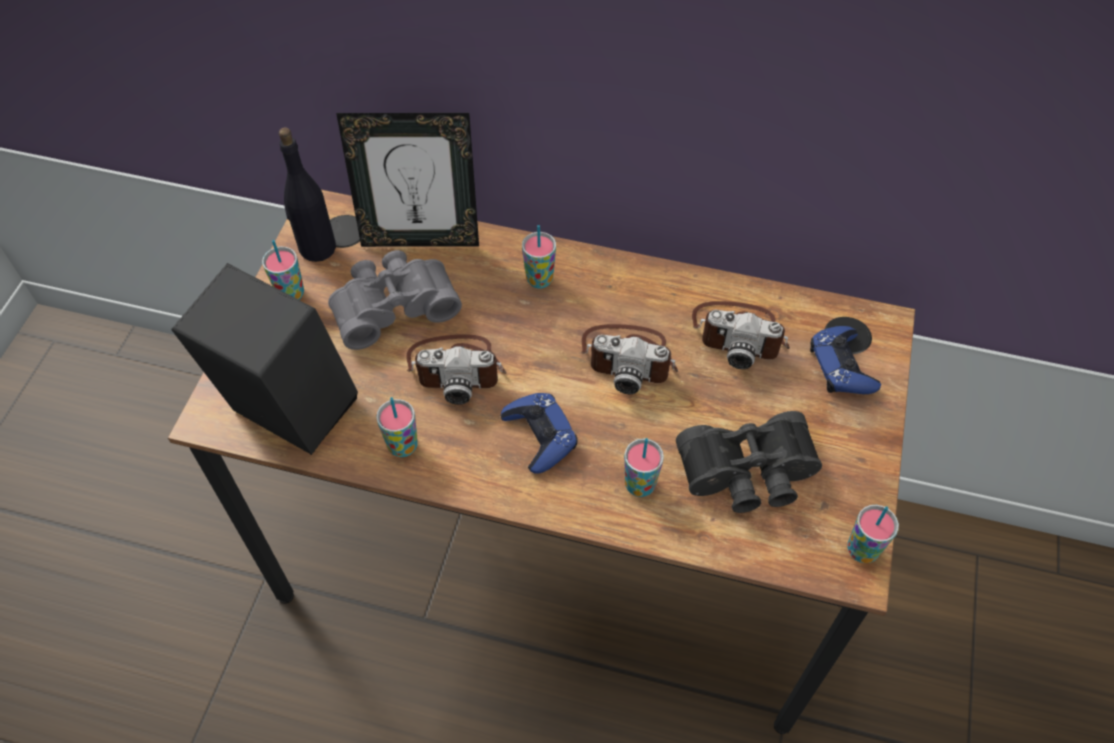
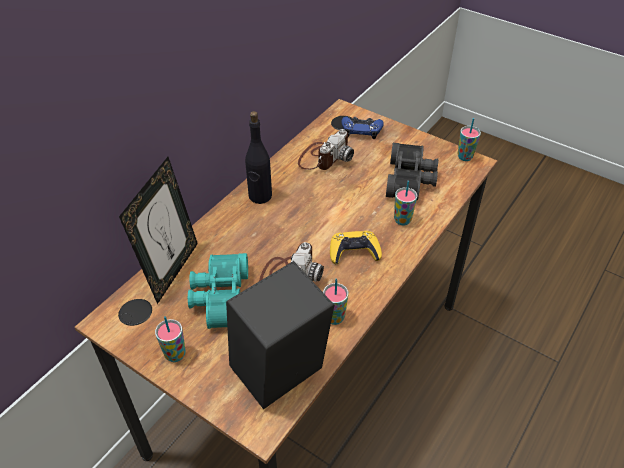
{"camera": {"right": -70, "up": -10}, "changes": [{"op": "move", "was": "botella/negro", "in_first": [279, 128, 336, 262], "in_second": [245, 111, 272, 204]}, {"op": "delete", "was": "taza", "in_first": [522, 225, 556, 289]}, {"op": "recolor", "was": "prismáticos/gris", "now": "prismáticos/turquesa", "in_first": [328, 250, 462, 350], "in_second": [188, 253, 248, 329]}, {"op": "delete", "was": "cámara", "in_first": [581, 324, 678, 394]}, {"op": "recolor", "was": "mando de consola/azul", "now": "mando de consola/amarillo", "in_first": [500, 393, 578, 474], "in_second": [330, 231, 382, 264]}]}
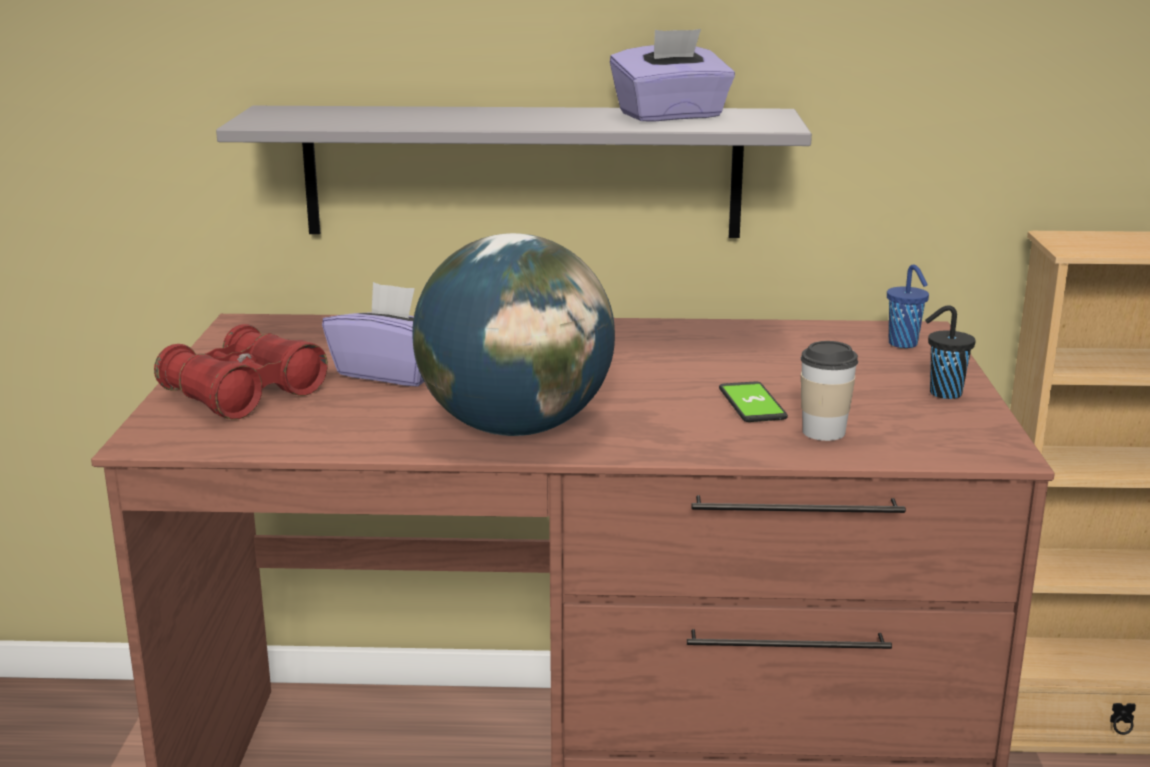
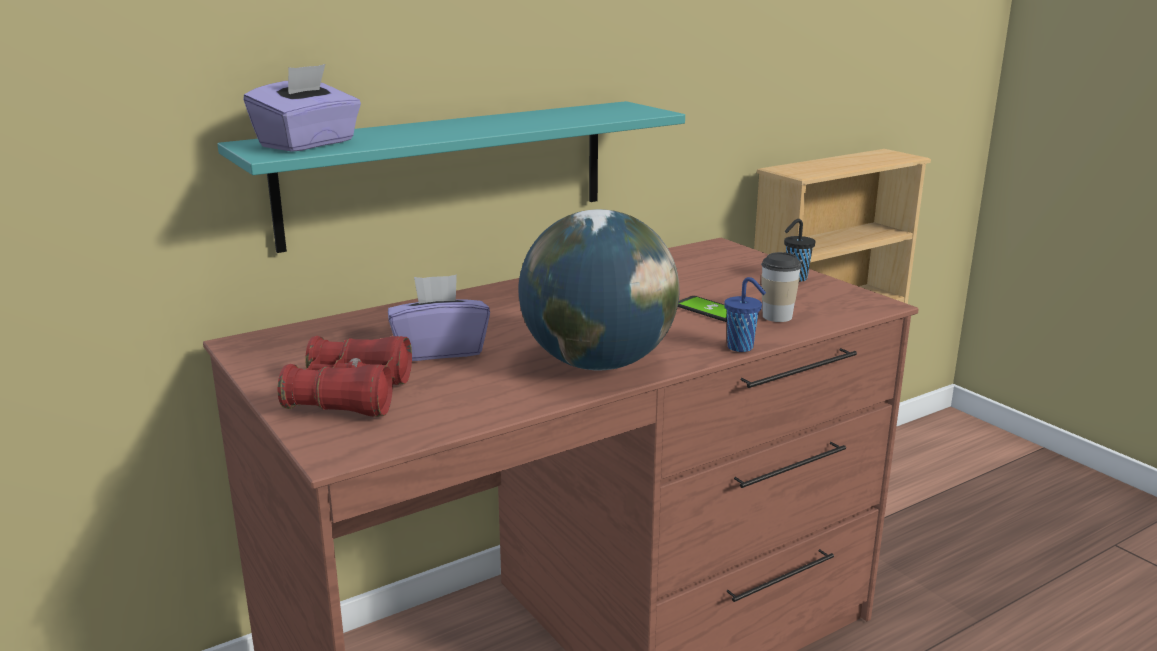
{"camera": {"right": -35, "up": 0}, "changes": [{"op": "move", "was": "caja de pañuelos/morado", "in_first": [610, 29, 735, 122], "in_second": [243, 64, 361, 152]}, {"op": "recolor", "was": "estante/gris", "now": "estante/turquesa", "in_first": [216, 106, 812, 238], "in_second": [217, 101, 685, 253]}, {"op": "move", "was": "taza/azul", "in_first": [887, 264, 929, 348], "in_second": [724, 277, 766, 352]}]}
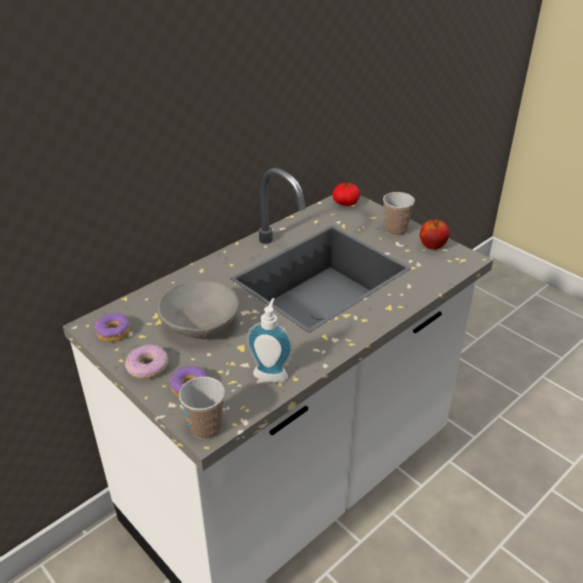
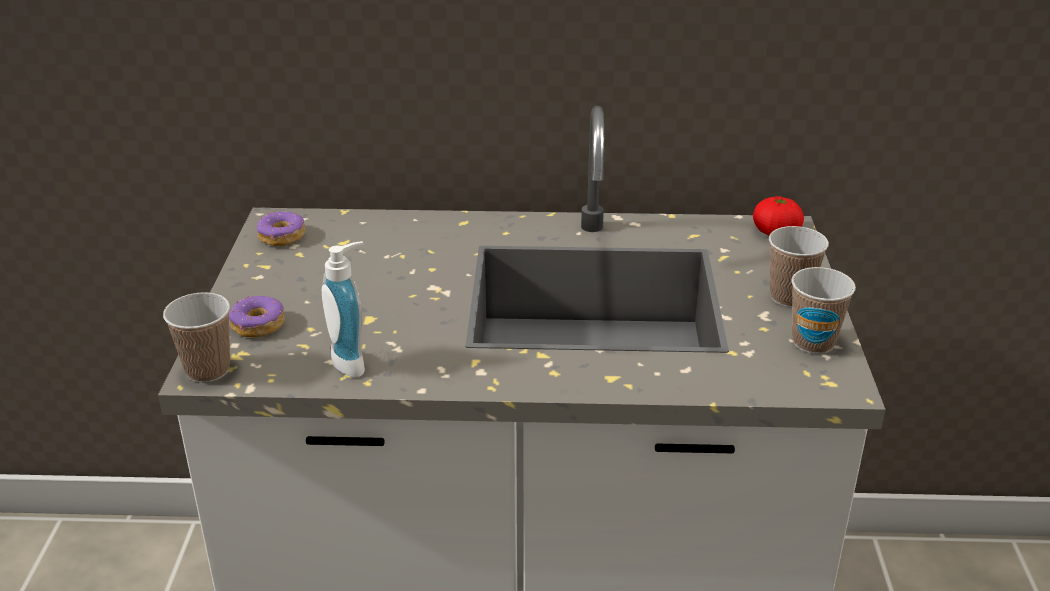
{"camera": {"right": 45, "up": -5}, "changes": [{"op": "replace", "was": "manzana", "now": "taza", "in_first": [420, 219, 450, 250], "in_second": [792, 267, 856, 354]}, {"op": "delete", "was": "cuenco/gris", "in_first": [158, 280, 239, 338]}, {"op": "delete", "was": "rosquilla", "in_first": [125, 344, 168, 379]}]}
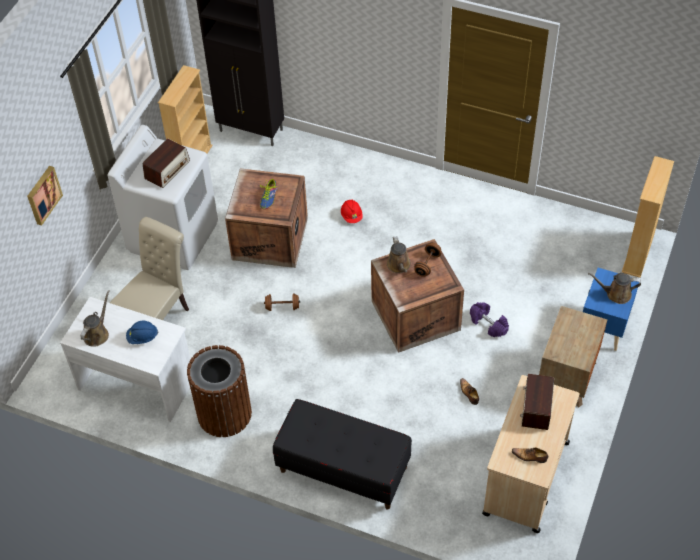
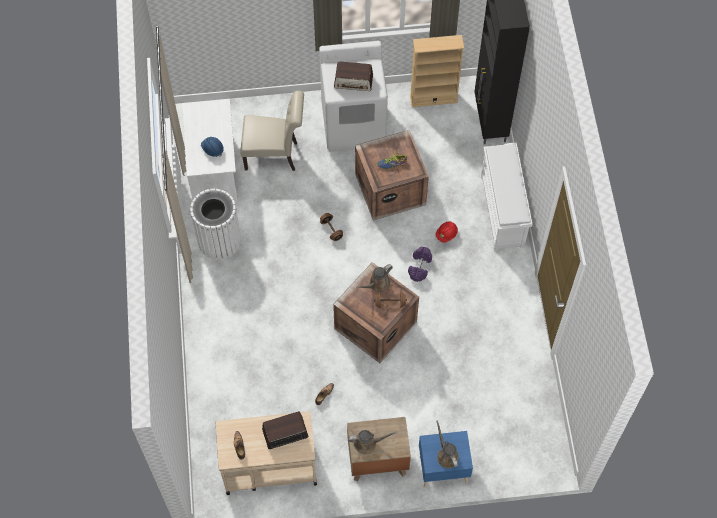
{"camera": {"right": 60, "up": 10}, "changes": [{"op": "delete", "was": "estantería/beis", "in_first": [622, 156, 674, 278]}, {"op": "delete", "was": "cuadro", "in_first": [27, 166, 63, 226]}, {"op": "move", "was": "regadera/marrón", "in_first": [81, 290, 110, 347], "in_second": [348, 430, 397, 454]}, {"op": "move", "was": "mancuerna/morado", "in_first": [470, 302, 509, 337], "in_second": [408, 247, 432, 282]}, {"op": "recolor", "was": "papelera/marrón", "now": "papelera/blanco", "in_first": [187, 345, 252, 437], "in_second": [190, 189, 241, 259]}, {"op": "delete", "was": "banco/negro", "in_first": [273, 399, 412, 510]}, {"op": "insert", "now": "zapatero/blanco", "in_second": [481, 142, 533, 250]}]}
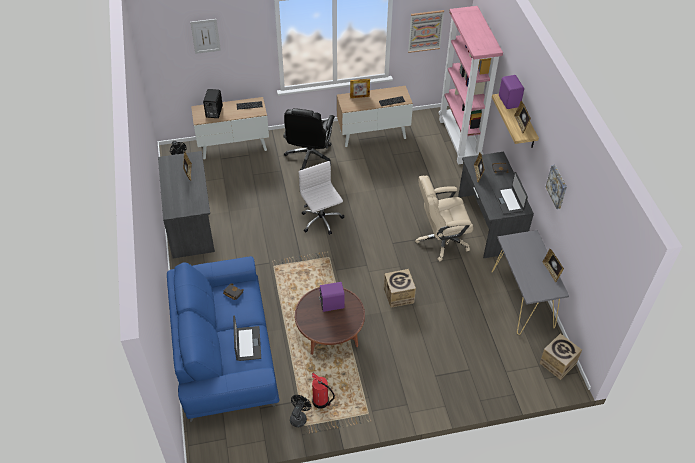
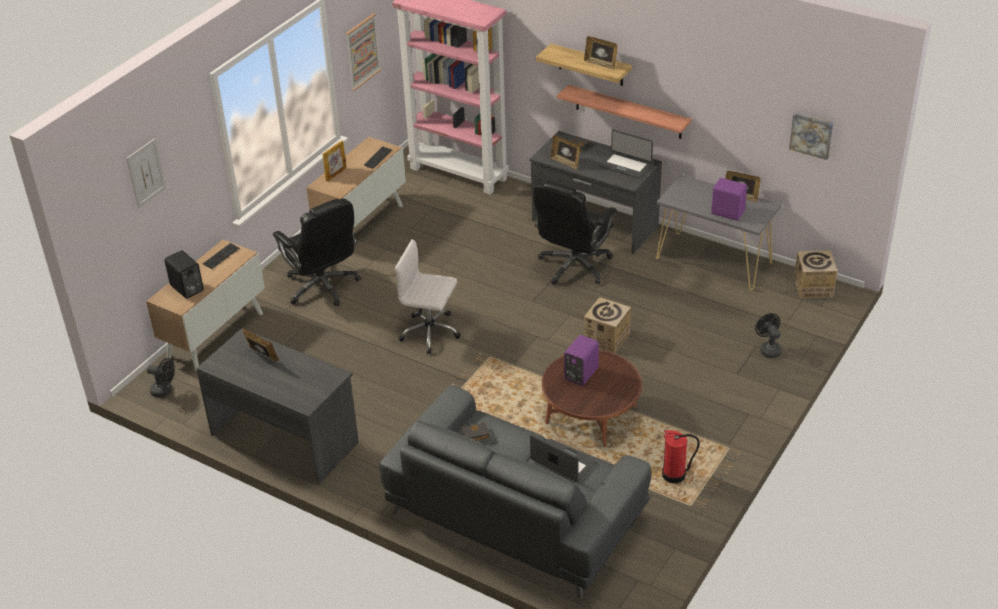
{"camera": {"right": -45, "up": -10}, "changes": [{"op": "move", "was": "altavoz/morado", "in_first": [499, 75, 524, 109], "in_second": [711, 178, 747, 221]}, {"op": "move", "was": "cuadro", "in_first": [546, 165, 567, 209], "in_second": [789, 113, 834, 160]}, {"op": "recolor", "was": "silla de oficina/beis", "now": "silla de oficina/negro", "in_first": [415, 175, 473, 261], "in_second": [533, 181, 617, 285]}, {"op": "recolor", "was": "sofá/azul", "now": "sofá/gris", "in_first": [167, 256, 279, 422], "in_second": [379, 385, 651, 599]}, {"op": "move", "was": "ventilador/negro", "in_first": [290, 395, 311, 427], "in_second": [755, 313, 782, 358]}, {"op": "insert", "now": "estante", "in_second": [557, 85, 692, 139]}]}
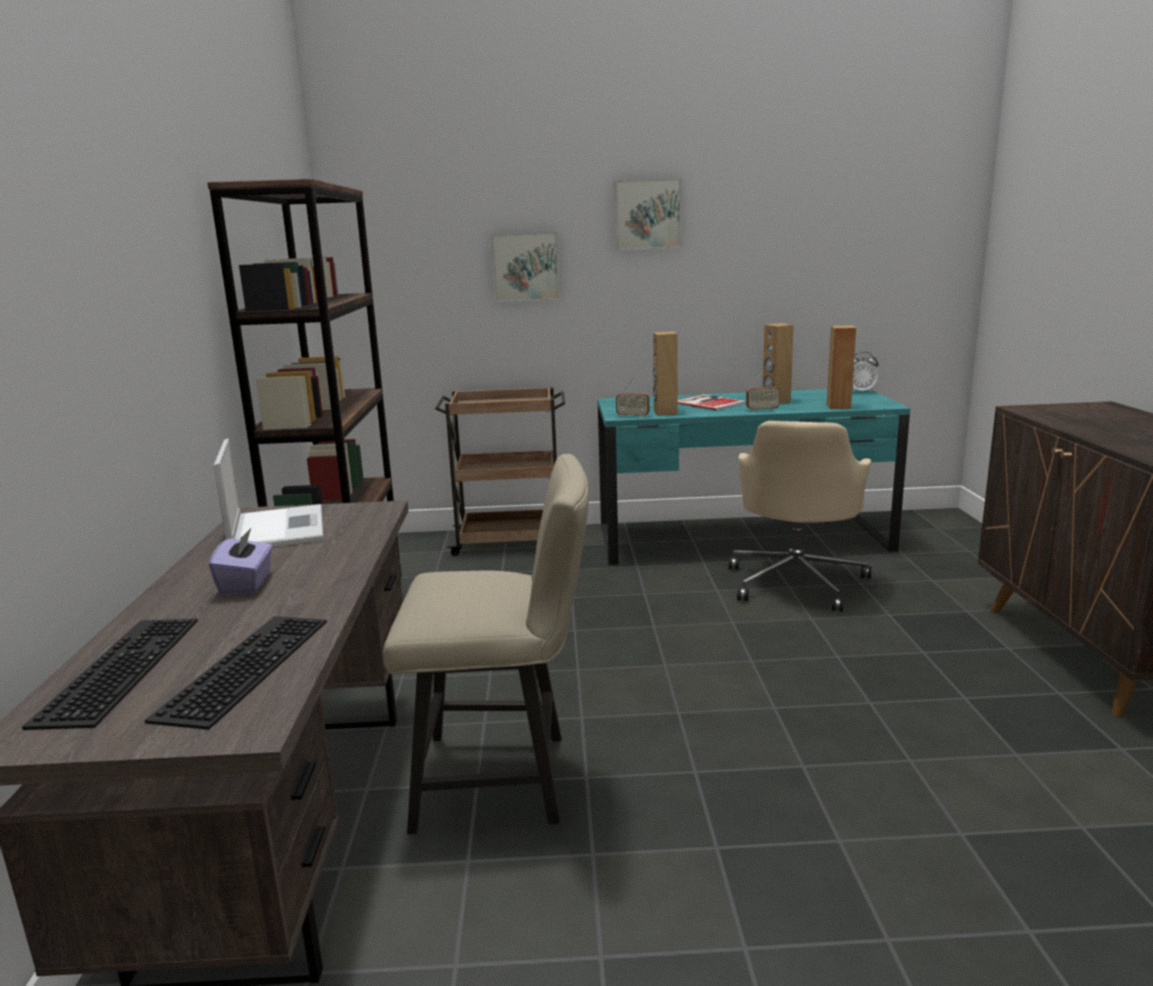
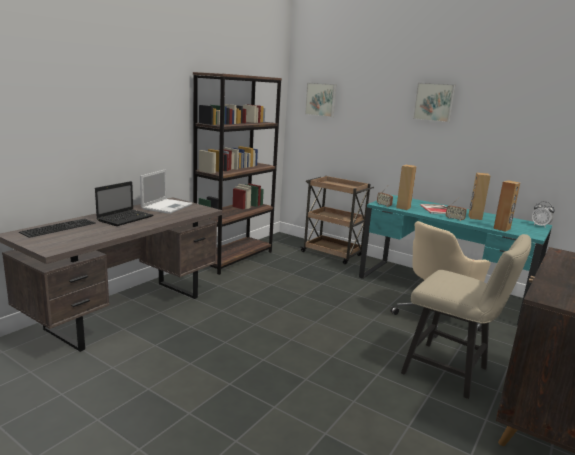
{"camera": {"right": 35, "up": 0}, "changes": [{"op": "move", "was": "cuadro", "in_first": [491, 232, 560, 302], "in_second": [305, 83, 336, 117]}, {"op": "move", "was": "silla/beis", "in_first": [383, 454, 589, 834], "in_second": [401, 234, 531, 399]}, {"op": "replace", "was": "caja de pañuelos/morado", "now": "portátil", "in_first": [209, 528, 273, 595], "in_second": [95, 181, 153, 226]}, {"op": "delete", "was": "teclado", "in_first": [144, 616, 327, 730]}]}
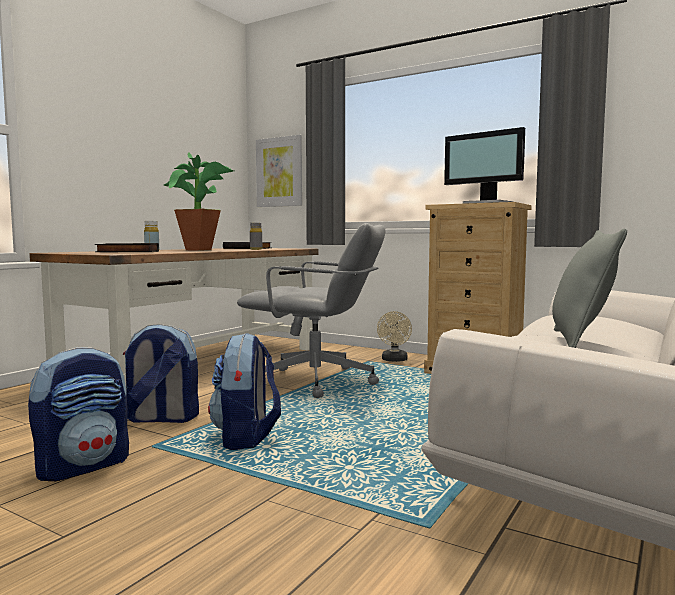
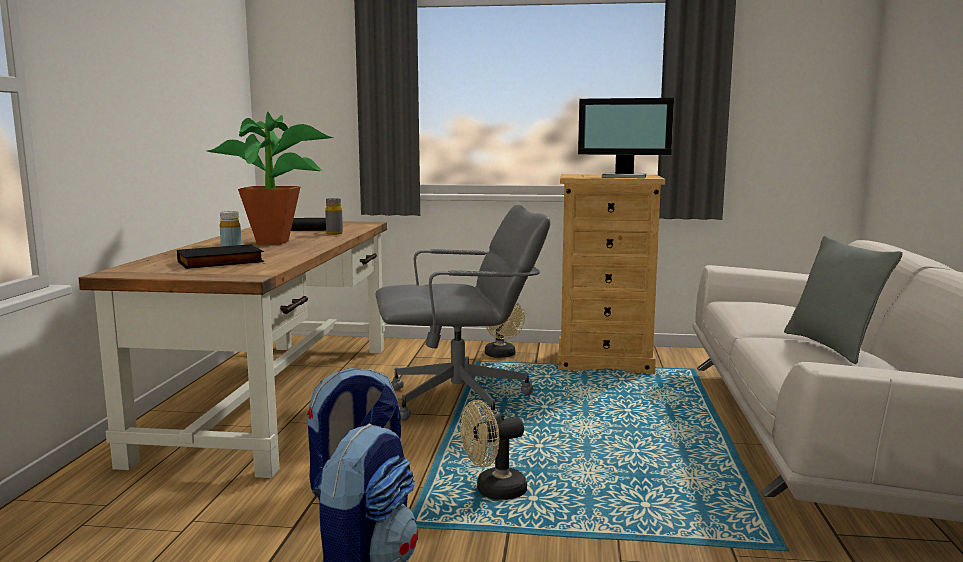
{"camera": {"right": -25, "up": 5}, "changes": [{"op": "delete", "was": "cuadro", "in_first": [256, 135, 302, 207]}, {"op": "replace", "was": "mochila", "now": "ventilador/beis", "in_first": [208, 333, 281, 450], "in_second": [460, 400, 527, 500]}]}
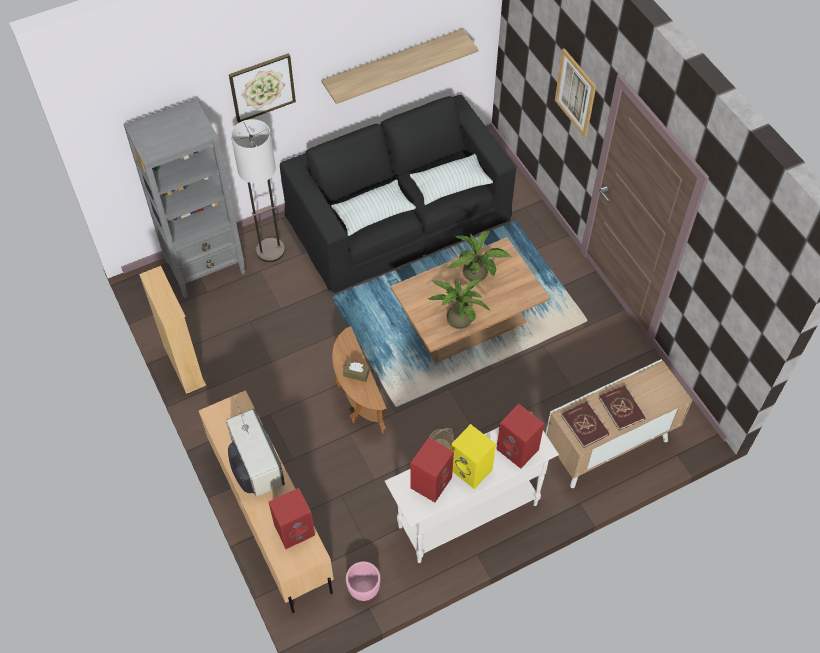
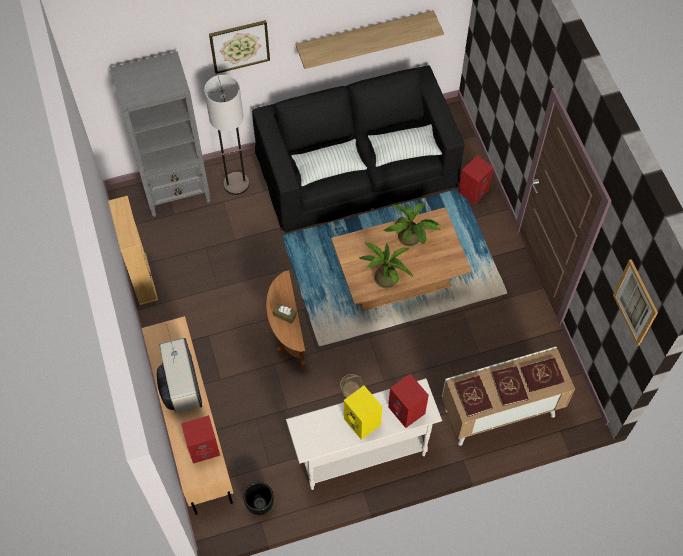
{"camera": {"right": 10, "up": 5}, "changes": [{"op": "move", "was": "cuadro", "in_first": [555, 48, 596, 138], "in_second": [613, 259, 658, 346]}, {"op": "move", "was": "altavoz/rojo", "in_first": [411, 437, 454, 502], "in_second": [458, 156, 494, 204]}, {"op": "recolor", "was": "maceta/rosa", "now": "maceta/negro", "in_first": [346, 561, 380, 601], "in_second": [243, 482, 274, 515]}, {"op": "insert", "now": "libro/rojo", "in_second": [521, 358, 564, 392]}]}
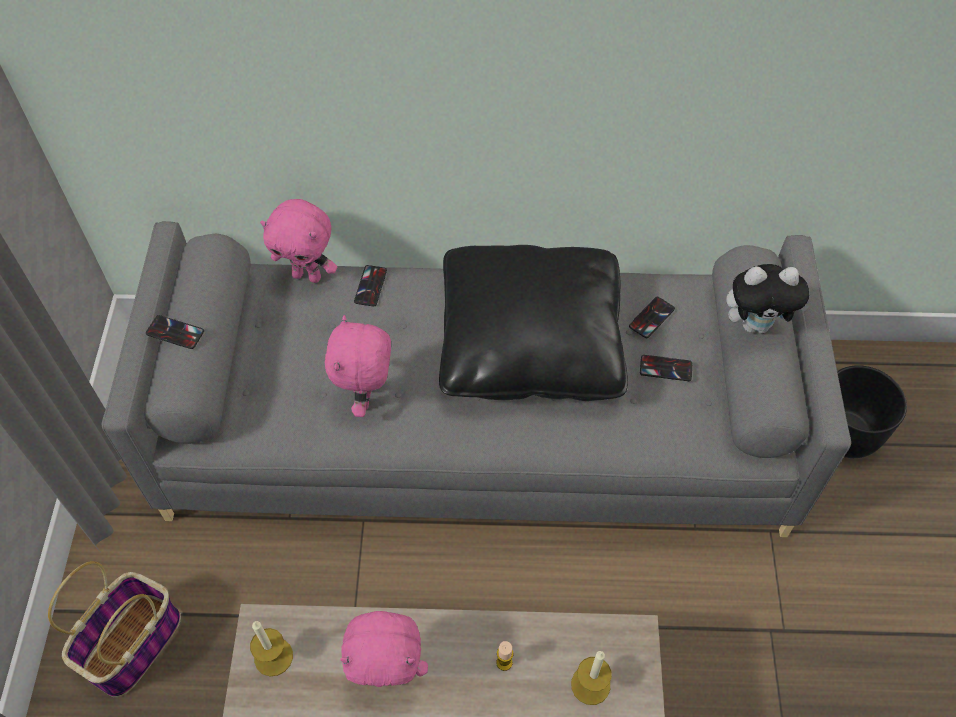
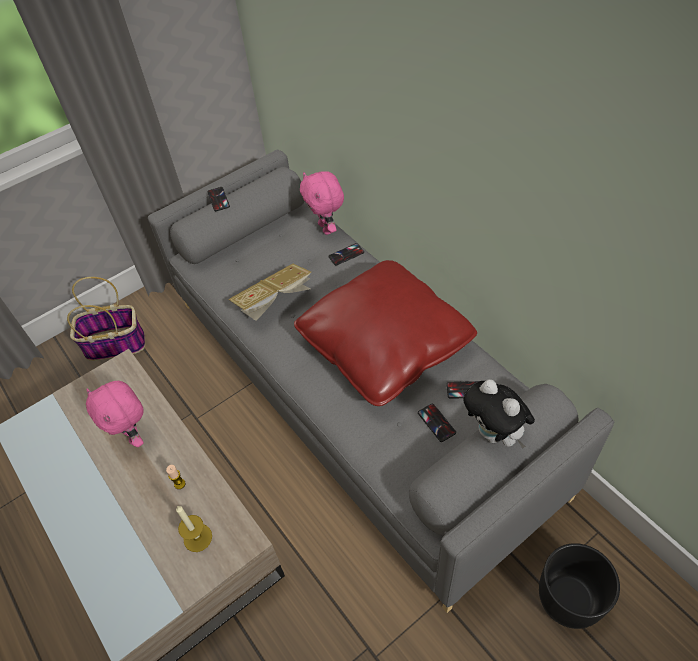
{"camera": {"right": 55, "up": -5}, "changes": [{"op": "recolor", "was": "cojín/negro", "now": "cojín/rojo", "in_first": [439, 245, 628, 401], "in_second": [294, 260, 477, 406]}, {"op": "replace", "was": "peluche/rosa", "now": "libro", "in_first": [325, 315, 391, 417], "in_second": [228, 264, 311, 321]}, {"op": "delete", "was": "vela", "in_first": [250, 621, 293, 676]}]}
